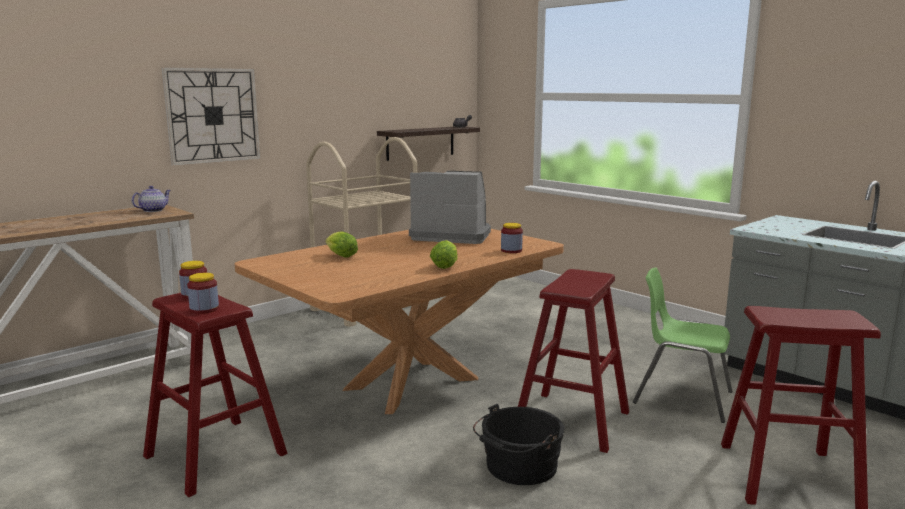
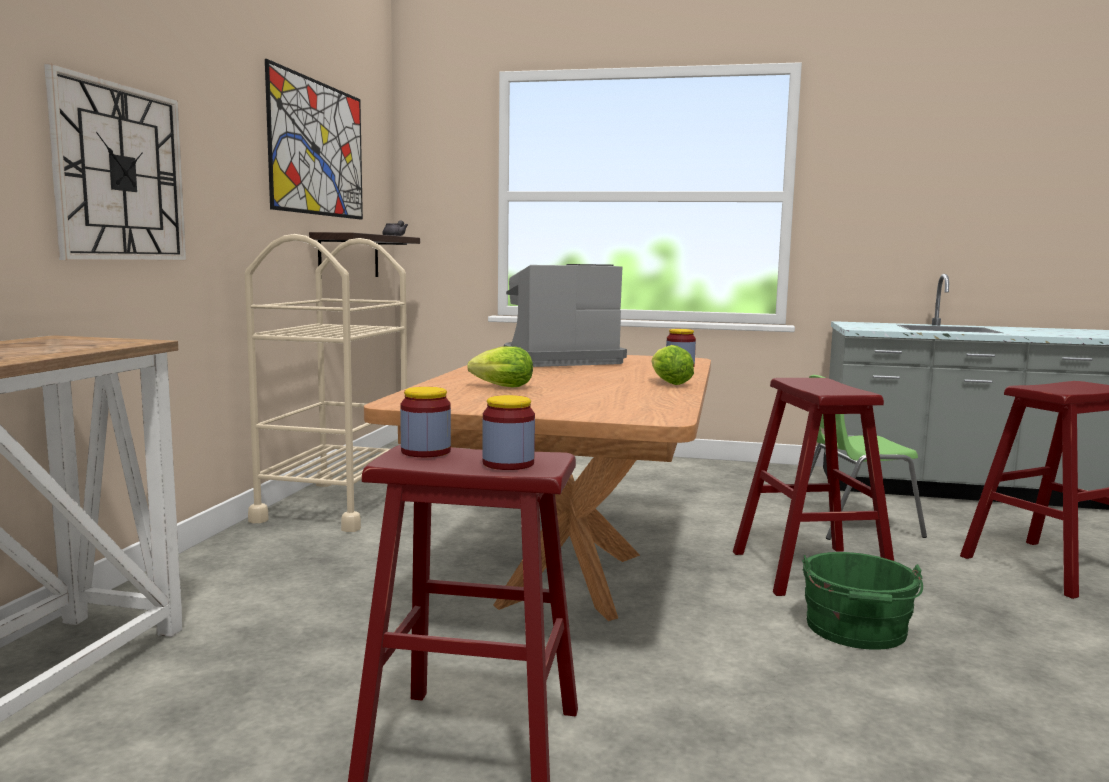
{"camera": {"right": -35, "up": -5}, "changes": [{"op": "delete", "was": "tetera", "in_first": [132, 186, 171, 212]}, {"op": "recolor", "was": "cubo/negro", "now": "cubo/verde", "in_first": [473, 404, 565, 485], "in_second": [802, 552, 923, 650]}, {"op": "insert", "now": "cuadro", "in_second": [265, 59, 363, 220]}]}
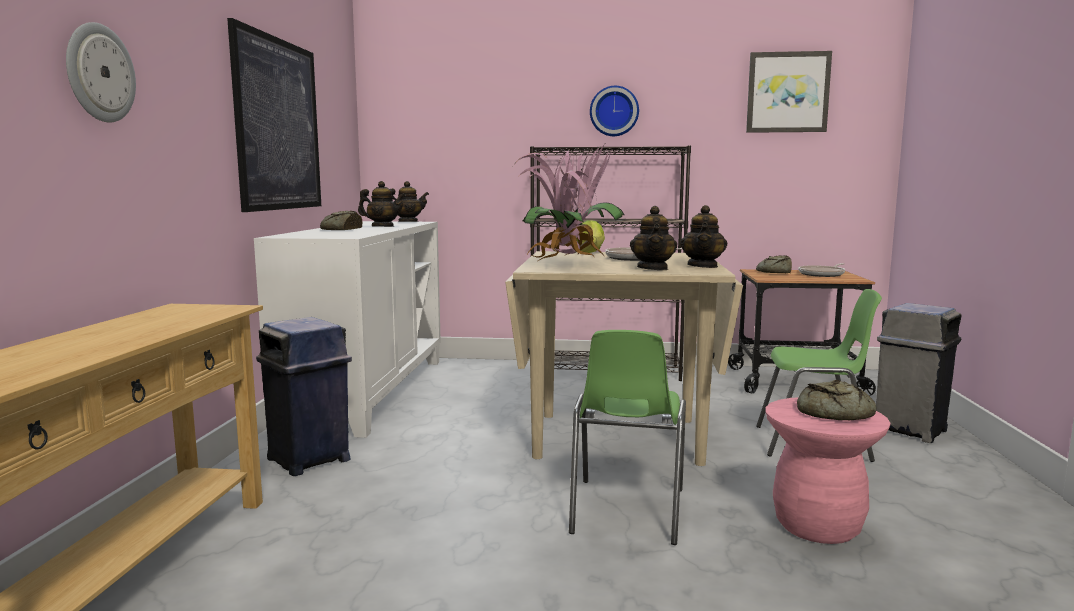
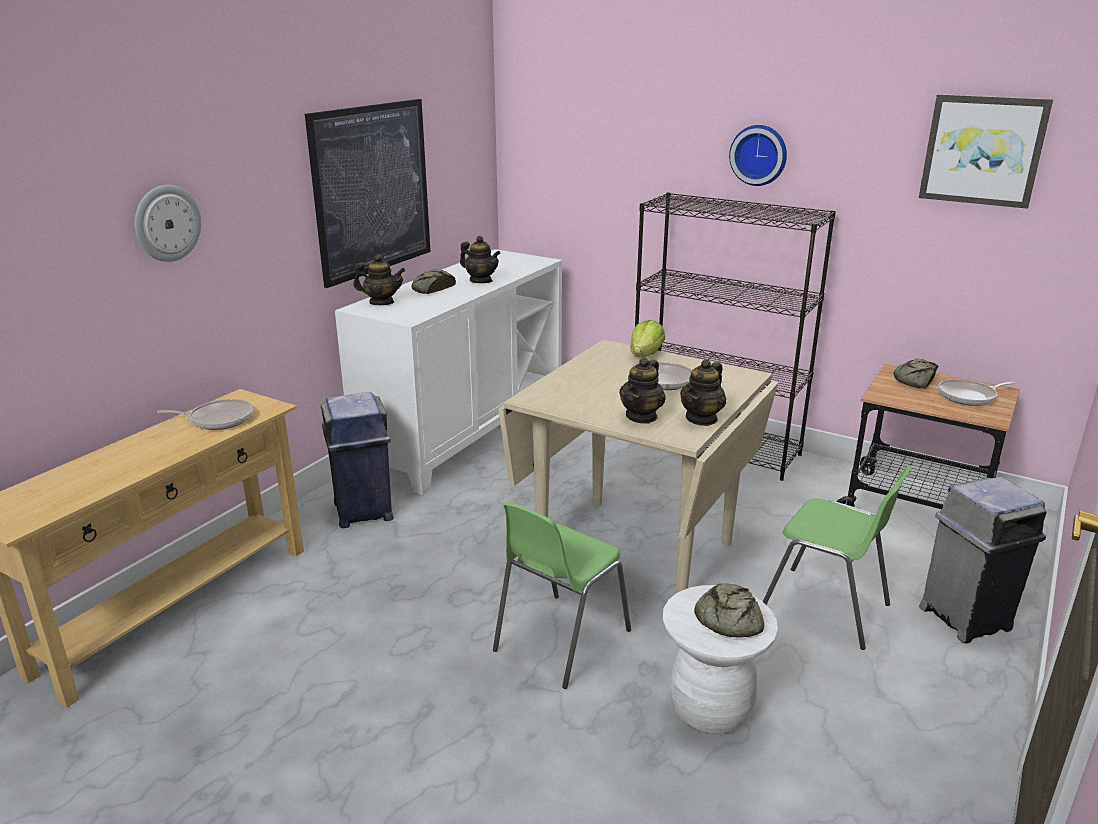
{"camera": {"right": 25, "up": 15}, "changes": [{"op": "delete", "was": "planta en maceta", "in_first": [513, 142, 625, 261]}, {"op": "move", "was": "tetera", "in_first": [390, 181, 429, 222], "in_second": [353, 254, 405, 305]}, {"op": "recolor", "was": "taburete/rosa", "now": "taburete/blanco", "in_first": [765, 398, 891, 544], "in_second": [663, 585, 778, 734]}, {"op": "insert", "now": "sartén", "in_second": [157, 399, 253, 430]}]}
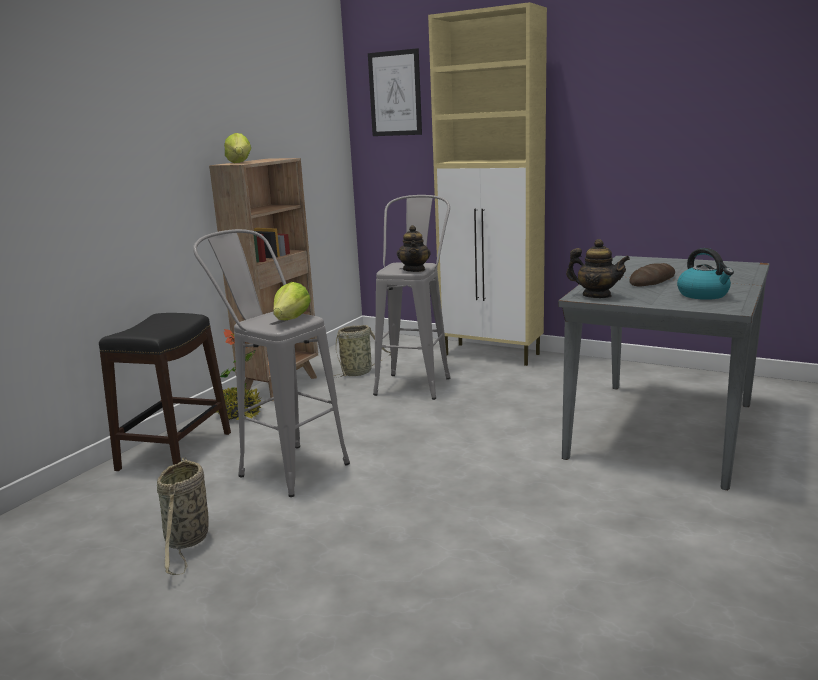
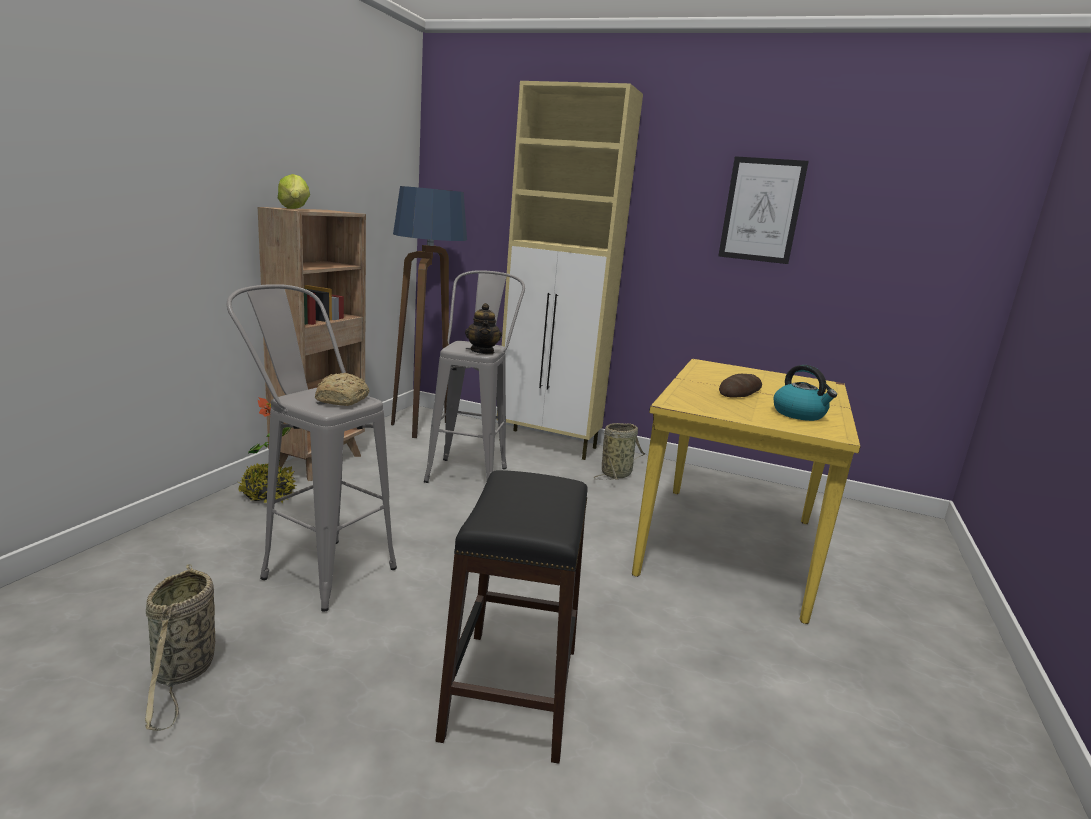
{"camera": {"right": -10, "up": 0}, "changes": [{"op": "move", "was": "cuadro", "in_first": [368, 48, 422, 136], "in_second": [718, 156, 809, 264]}, {"op": "delete", "was": "tetera", "in_first": [566, 239, 630, 298]}, {"op": "recolor", "was": "mesa de comedor/gris", "now": "mesa de comedor/amarillo", "in_first": [558, 256, 770, 490], "in_second": [632, 359, 861, 624]}, {"op": "replace", "was": "lechuga", "now": "pan", "in_first": [273, 282, 311, 320], "in_second": [315, 373, 369, 406]}, {"op": "move", "was": "taburete/negro", "in_first": [99, 313, 231, 471], "in_second": [436, 470, 588, 764]}, {"op": "move", "was": "cesta", "in_first": [333, 325, 391, 377], "in_second": [594, 423, 645, 480]}, {"op": "insert", "now": "lámpara de pie", "in_second": [391, 186, 467, 438]}]}
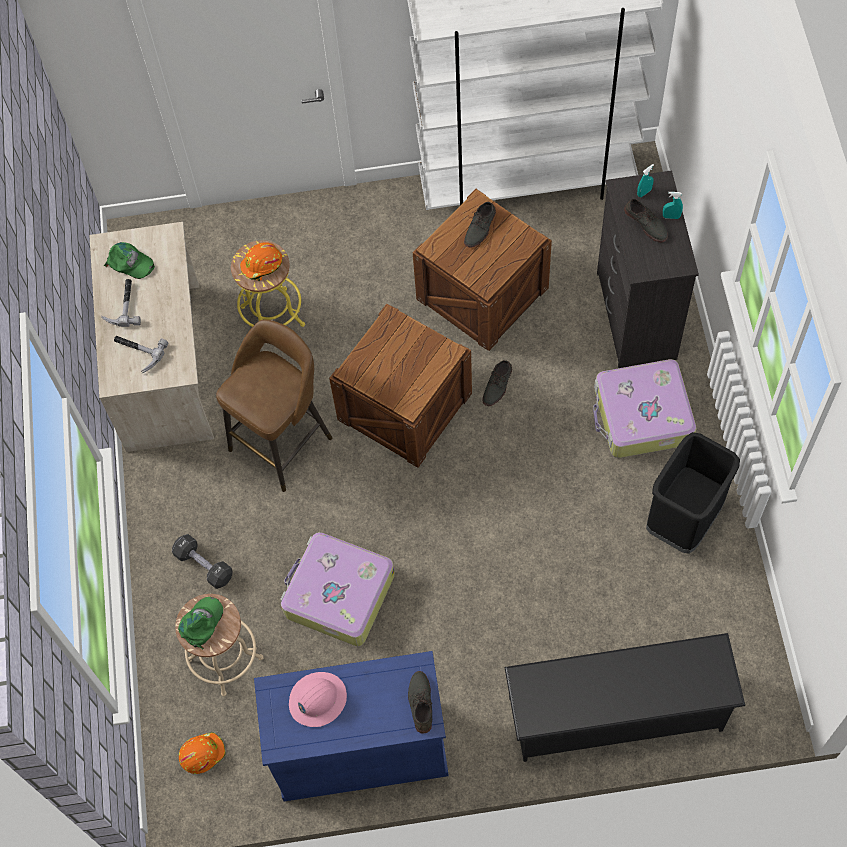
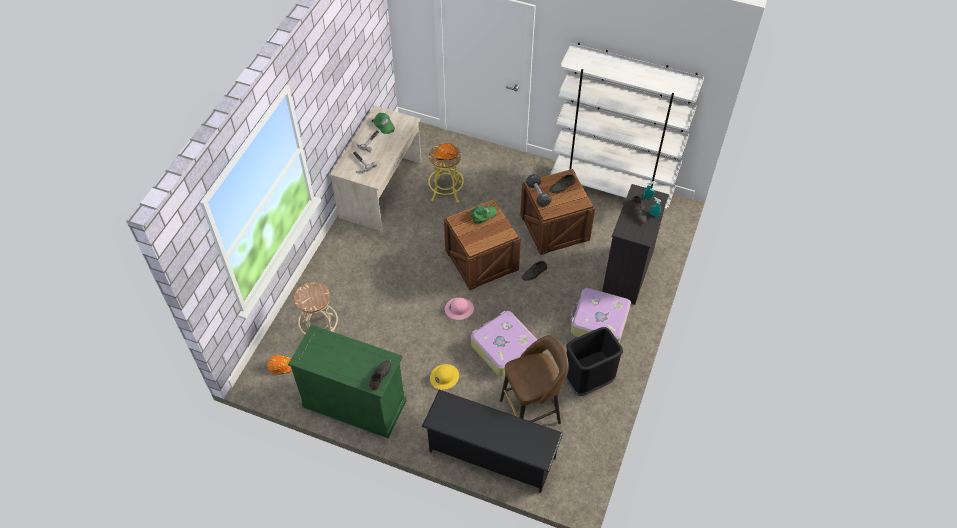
{"camera": {"right": 25, "up": -10}, "changes": [{"op": "move", "was": "taburete/marrón", "in_first": [216, 319, 332, 492], "in_second": [500, 335, 569, 424]}, {"op": "move", "was": "maleta", "in_first": [280, 532, 395, 646], "in_second": [471, 311, 537, 376]}, {"op": "move", "was": "mancuerna/negro", "in_first": [172, 534, 232, 589], "in_second": [526, 174, 552, 207]}, {"op": "move", "was": "gorra/verde", "in_first": [178, 597, 223, 649], "in_second": [471, 206, 497, 225]}, {"op": "recolor", "was": "armario/azul", "now": "armario/verde", "in_first": [254, 651, 449, 802], "in_second": [288, 324, 407, 438]}, {"op": "move", "was": "casco/rosa", "in_first": [289, 672, 347, 727], "in_second": [445, 298, 474, 320]}, {"op": "insert", "now": "casco/amarillo", "in_second": [430, 364, 459, 390]}]}
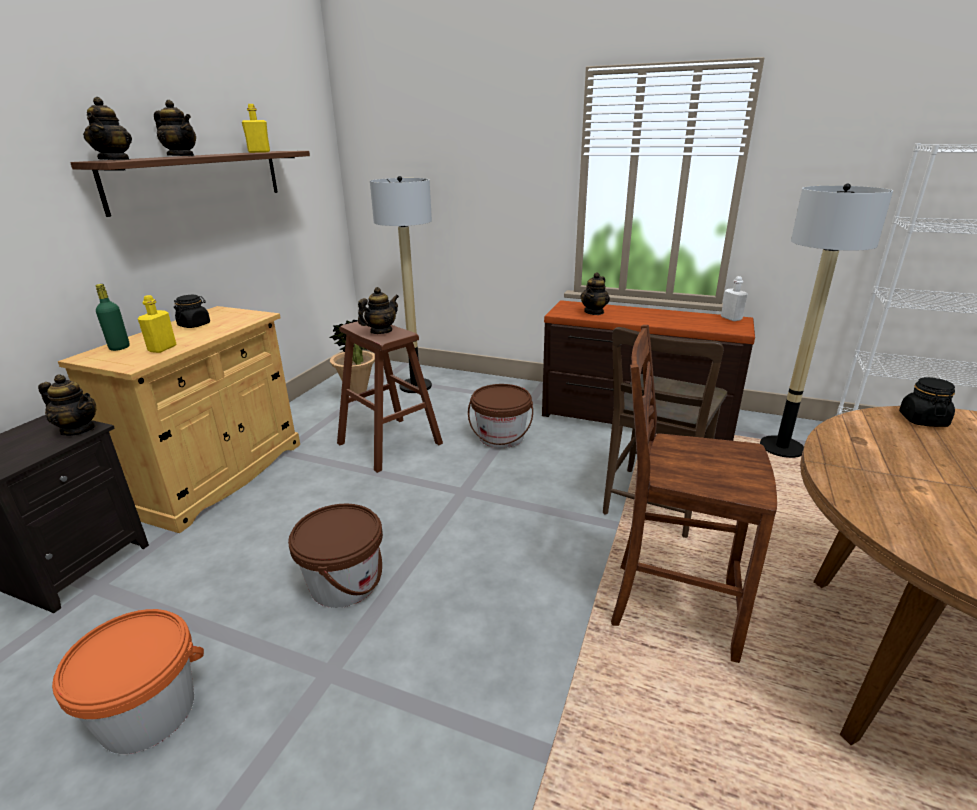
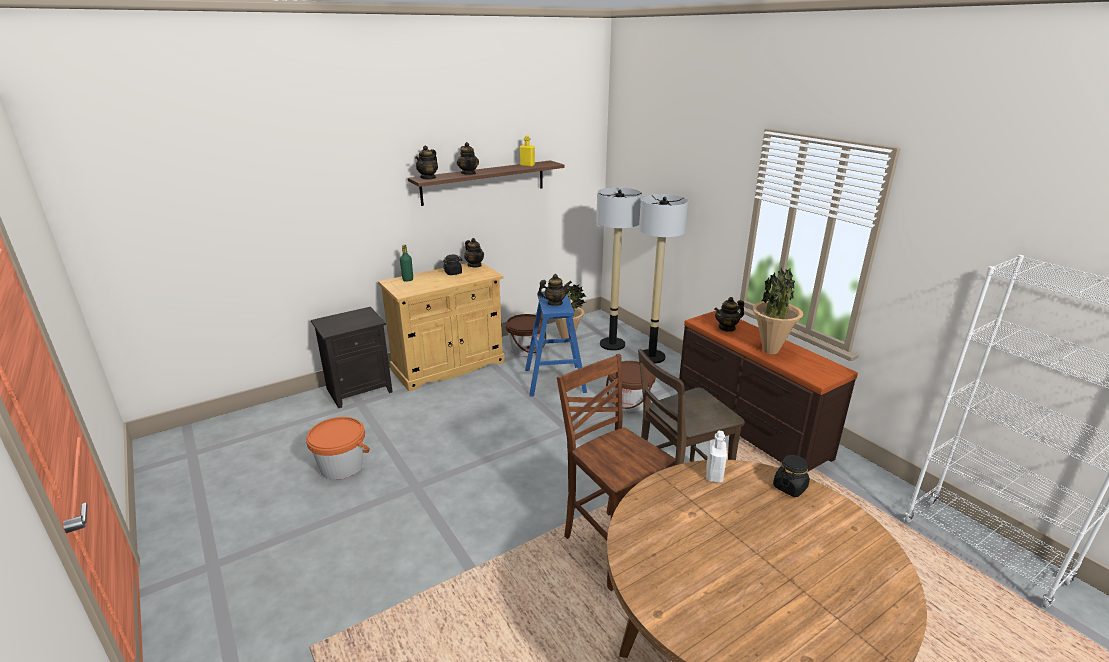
{"camera": {"right": 35, "up": 0}, "changes": [{"op": "move", "was": "lámpara de pie", "in_first": [760, 184, 893, 458], "in_second": [639, 194, 688, 364]}, {"op": "move", "was": "botella/blanco", "in_first": [721, 276, 748, 321], "in_second": [706, 431, 727, 483]}, {"op": "delete", "was": "botella/amarillo", "in_first": [138, 295, 176, 353]}, {"op": "recolor", "was": "taburete/marrón", "now": "taburete/azul", "in_first": [337, 320, 443, 473], "in_second": [525, 291, 587, 397]}, {"op": "move", "was": "tetera", "in_first": [38, 374, 97, 436], "in_second": [464, 238, 484, 267]}, {"op": "move", "was": "cubo/marrón", "in_first": [288, 504, 383, 608], "in_second": [506, 314, 546, 357]}, {"op": "insert", "now": "planta en maceta", "in_second": [753, 267, 803, 354]}]}
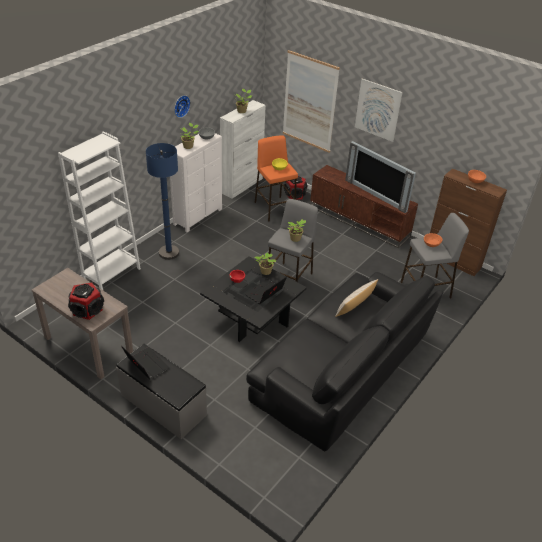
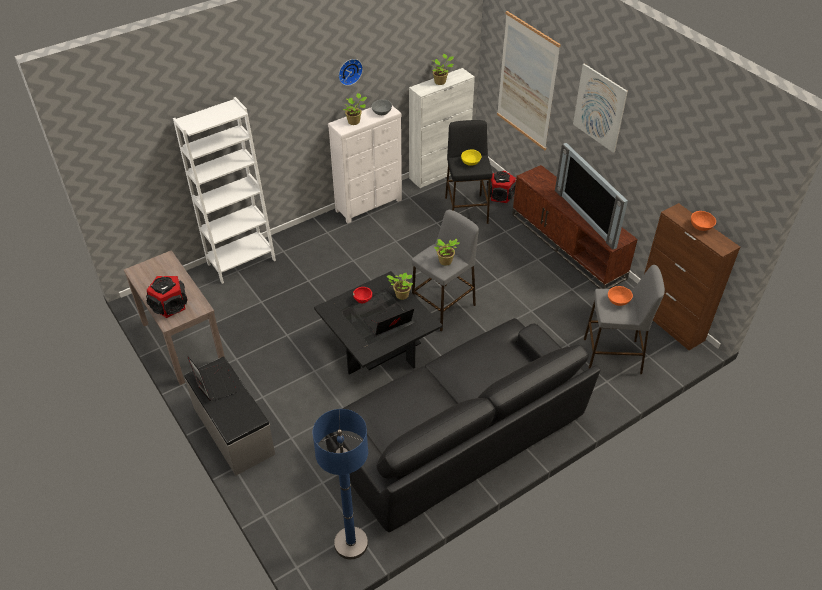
{"camera": {"right": 20, "up": 5}, "changes": [{"op": "recolor", "was": "taburete/naranja", "now": "taburete/negro", "in_first": [254, 135, 298, 222], "in_second": [445, 120, 492, 224]}, {"op": "move", "was": "lámpara de pie/azul", "in_first": [146, 143, 179, 260], "in_second": [313, 409, 368, 559]}, {"op": "delete", "was": "cojín/beis", "in_first": [335, 279, 378, 317]}]}
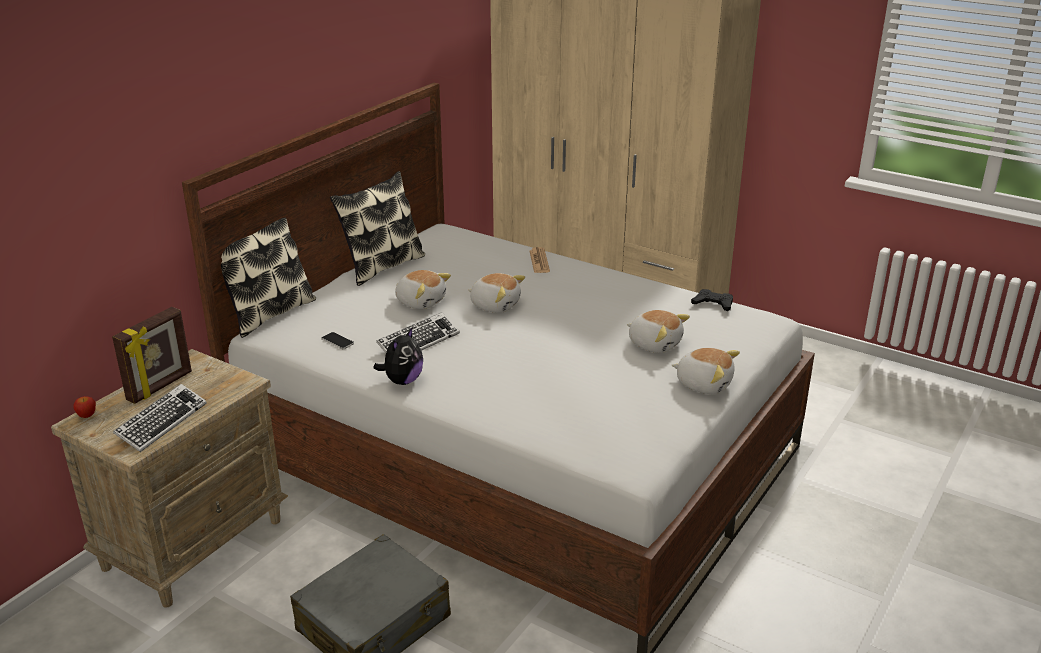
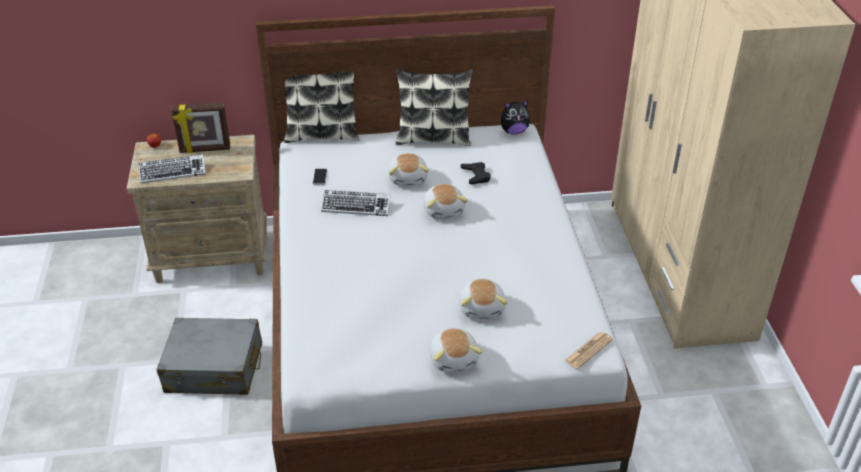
{"camera": {"right": 50, "up": 10}, "changes": [{"op": "move", "was": "periódico", "in_first": [530, 247, 550, 273], "in_second": [565, 332, 613, 369]}, {"op": "move", "was": "mando de consola/negro", "in_first": [691, 289, 733, 311], "in_second": [461, 162, 491, 185]}, {"op": "move", "was": "peluche", "in_first": [373, 328, 423, 385], "in_second": [501, 100, 530, 135]}]}
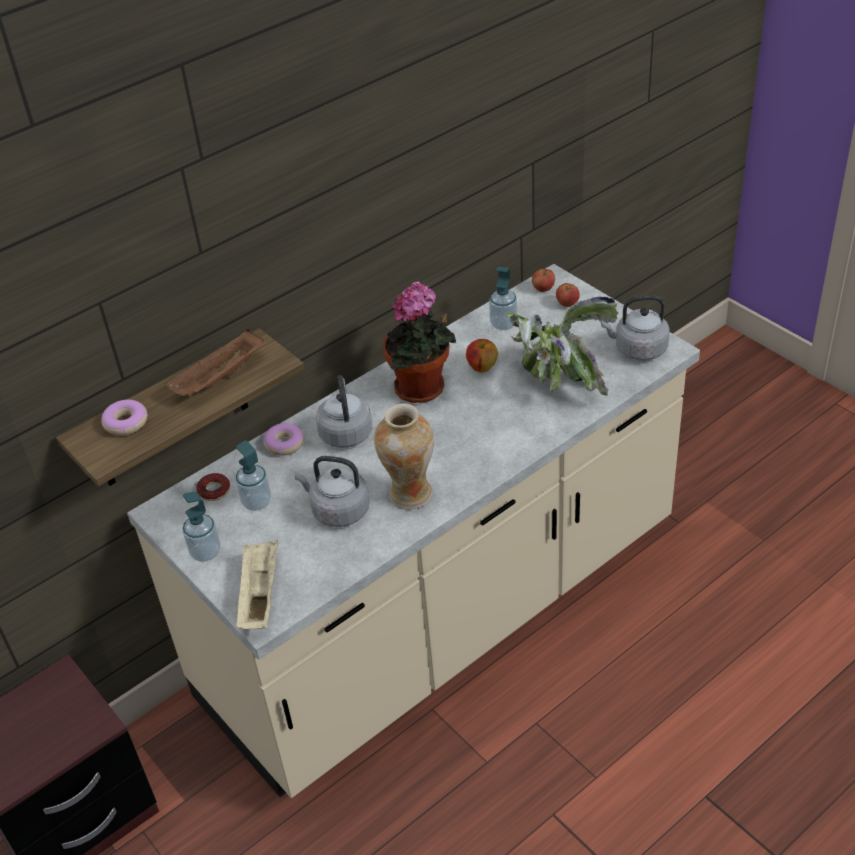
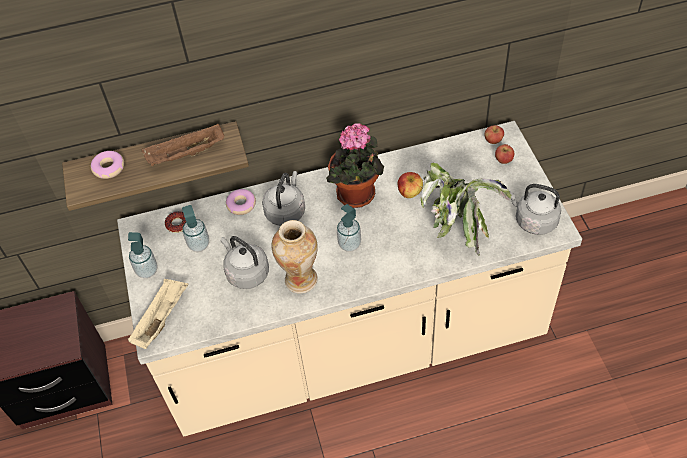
{"camera": {"right": 25, "up": 10}, "changes": [{"op": "move", "was": "dispensador de jabón", "in_first": [489, 267, 517, 330], "in_second": [337, 204, 361, 252]}]}
